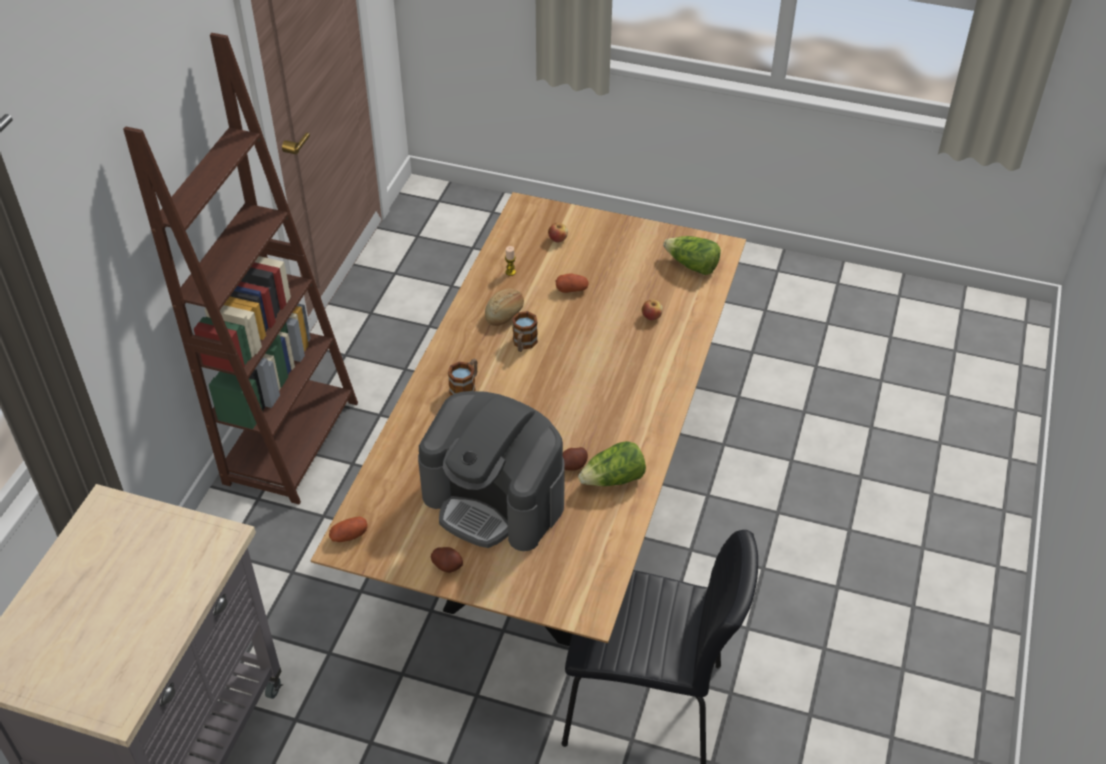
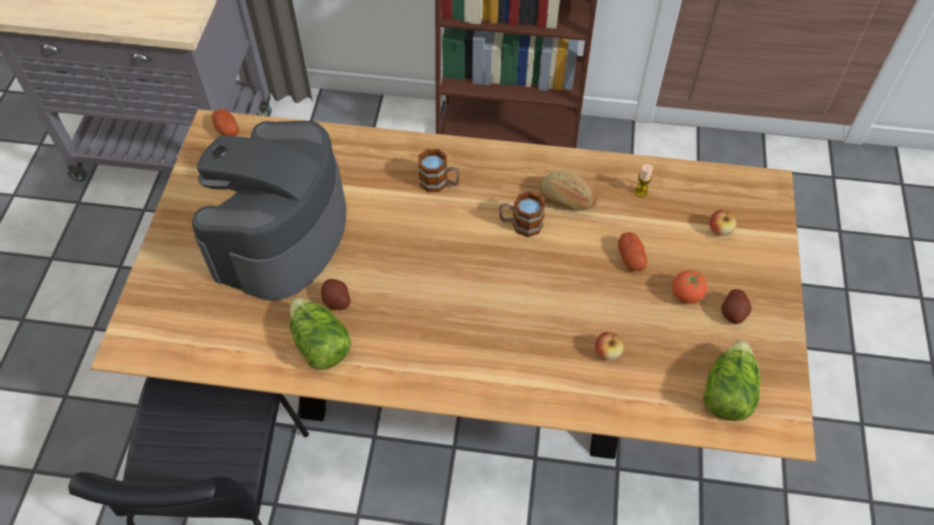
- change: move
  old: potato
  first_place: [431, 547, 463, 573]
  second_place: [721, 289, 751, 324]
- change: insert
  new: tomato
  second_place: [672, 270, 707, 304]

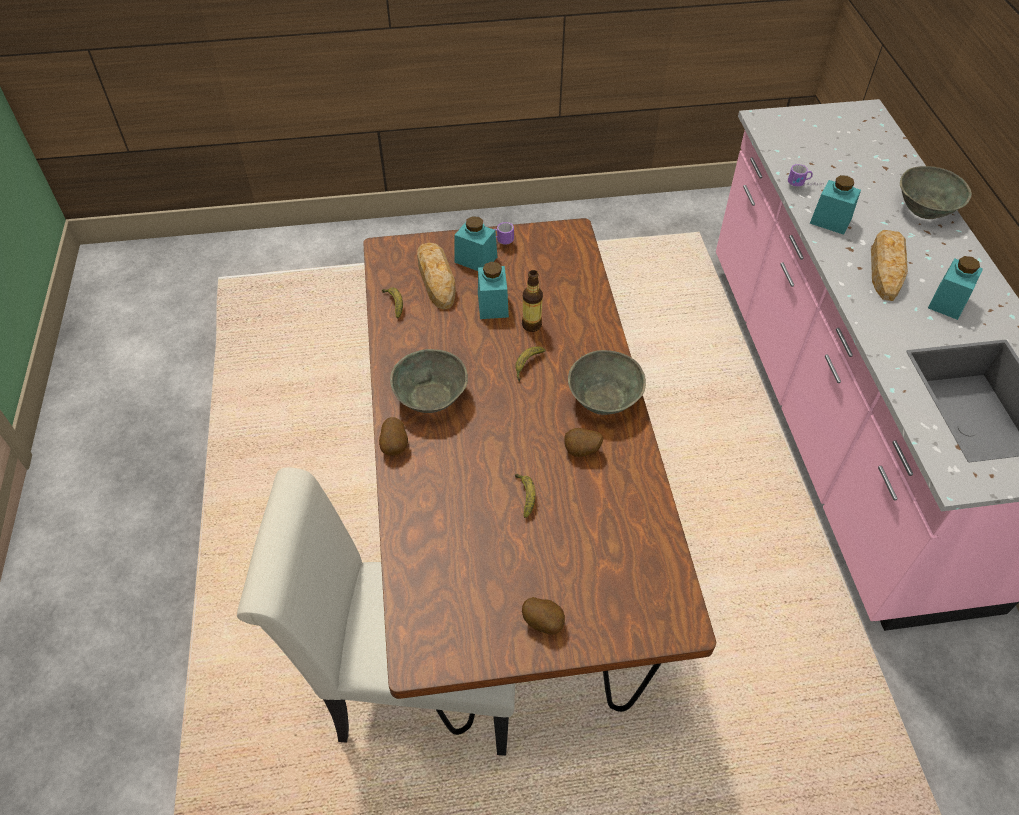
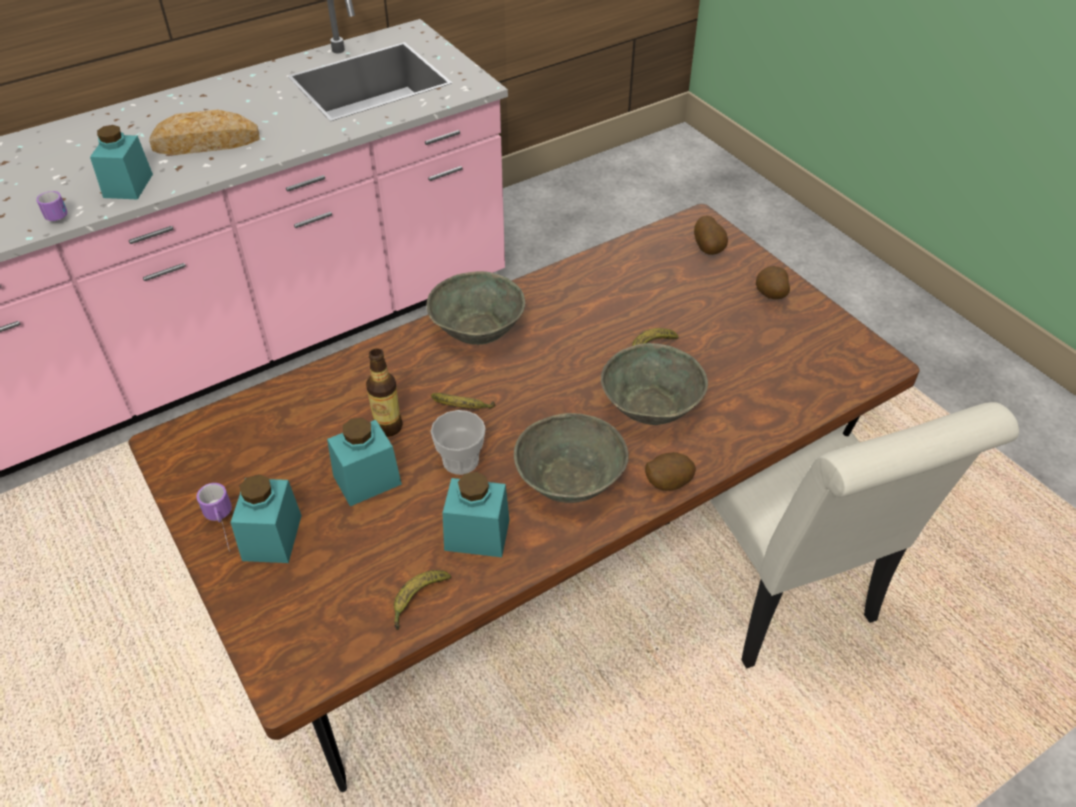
- change: delete
  old: bread
  first_place: [417, 243, 456, 309]
- change: move
  old: potato
  first_place: [564, 428, 603, 457]
  second_place: [694, 215, 728, 255]
- change: move
  old: bowl (greyish)
  first_place: [900, 166, 972, 219]
  second_place: [601, 343, 708, 425]
- change: move
  old: preserve jar (blue-green)
  first_place: [928, 256, 983, 320]
  second_place: [443, 472, 510, 557]
- change: insert
  new: small cup
  second_place: [430, 410, 486, 475]

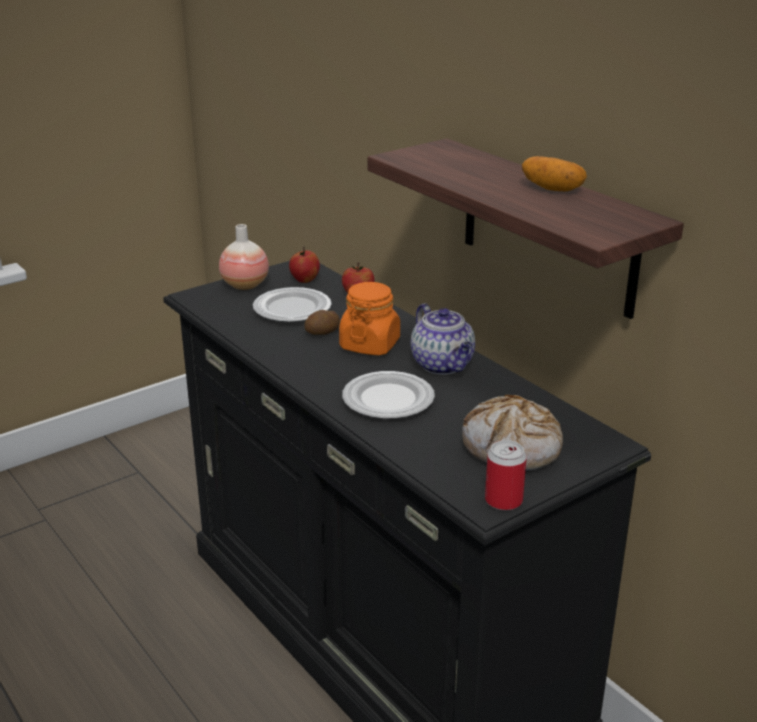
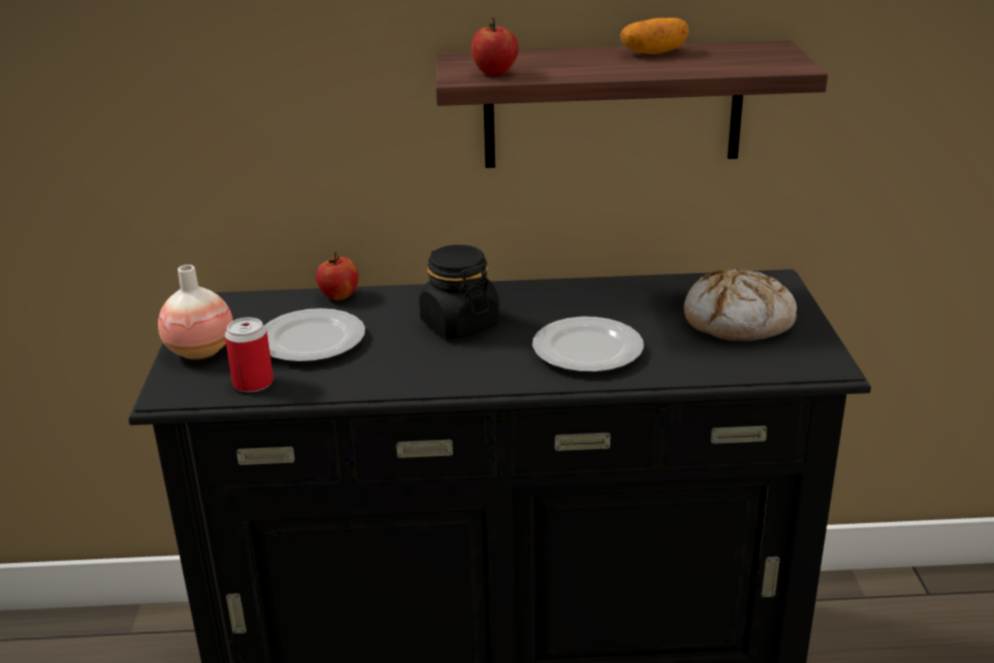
- change: move
  old: apple fruit
  first_place: [289, 247, 320, 283]
  second_place: [471, 17, 519, 76]
- change: delete
  old: potato
  first_place: [304, 310, 340, 335]
- change: recolor
  old: preserve jar (orange)
  new: preserve jar (black-coloured)
  first_place: [339, 282, 400, 356]
  second_place: [419, 245, 499, 339]
- change: delete
  old: pot for tea
  first_place: [411, 303, 475, 375]
- change: move
  old: can
  first_place: [485, 440, 527, 511]
  second_place: [225, 317, 273, 392]

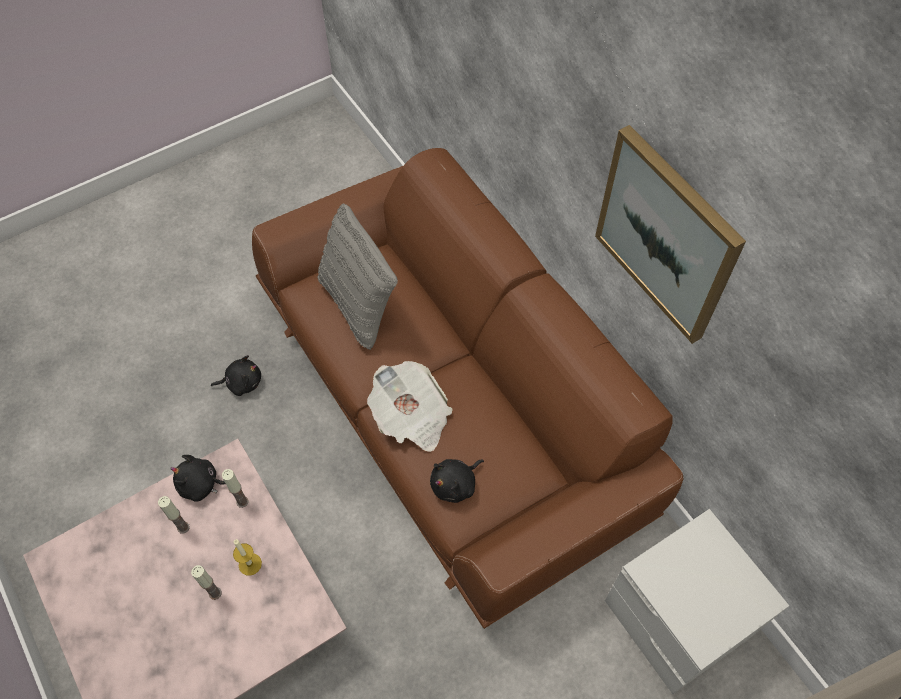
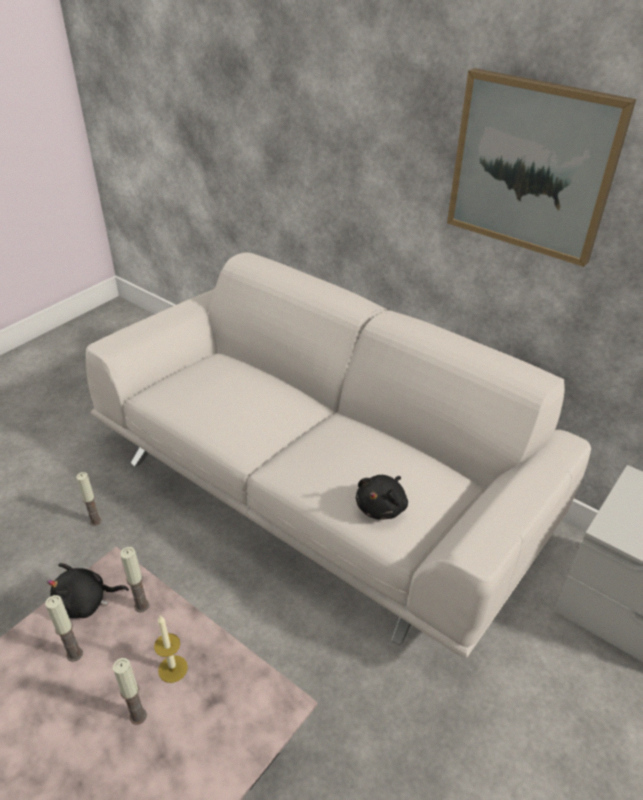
- change: replace
  old: plush toy (black-coloured)
  new: wax light
  first_place: [211, 355, 261, 396]
  second_place: [76, 472, 102, 526]
- change: recolor
  old: sofa (brown-coloured)
  new: sofa (white)
  first_place: [252, 148, 684, 629]
  second_place: [86, 253, 591, 658]
- change: delete
  old: throw pillow (greyish)
  first_place: [318, 203, 398, 350]
- change: delete
  old: newspaper
  first_place: [367, 361, 453, 452]

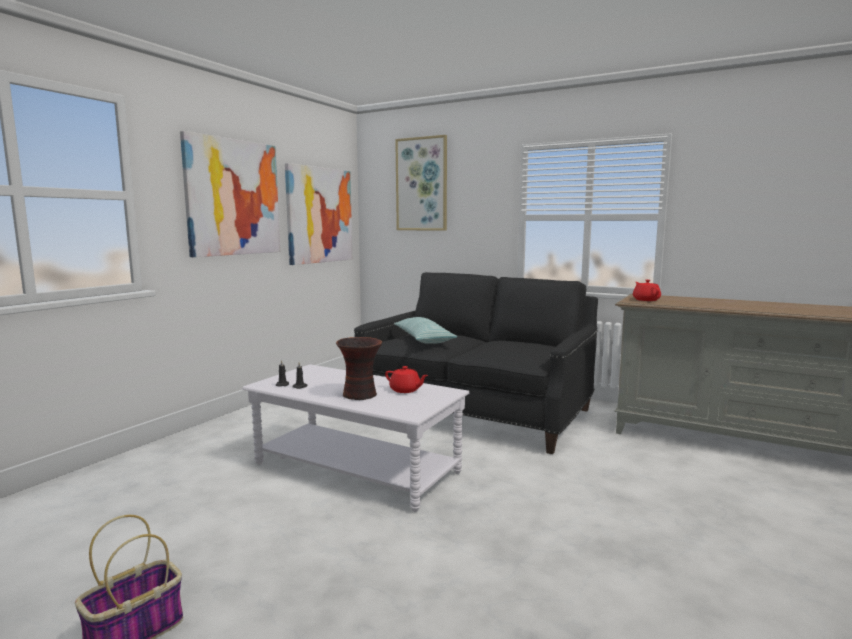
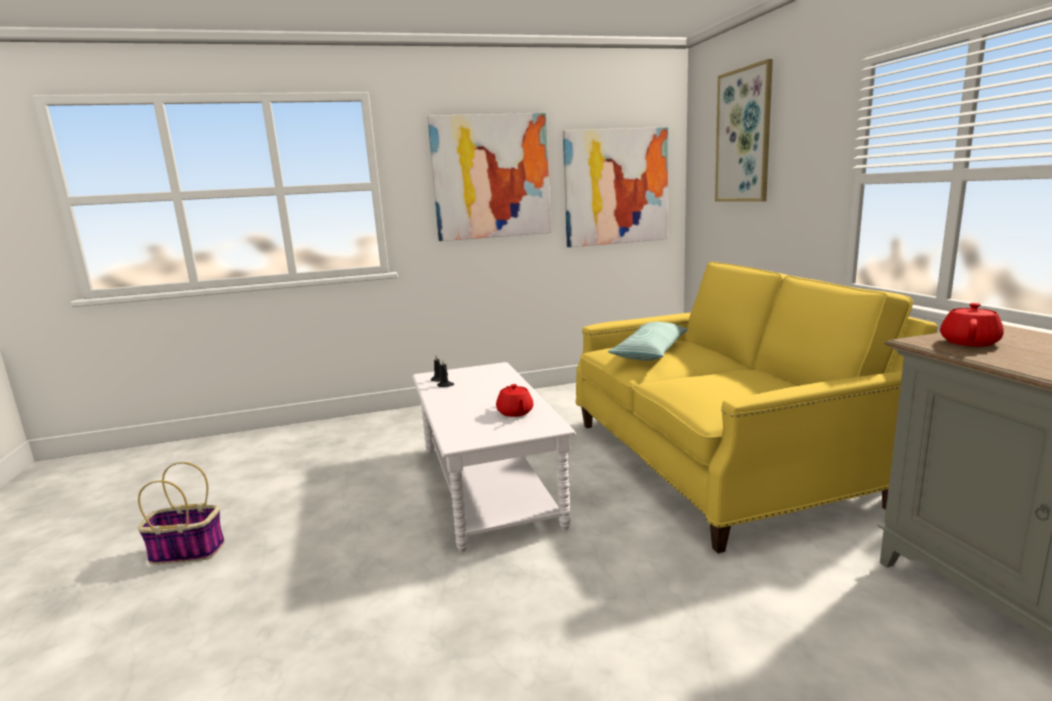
- change: delete
  old: decorative vase
  first_place: [336, 337, 382, 400]
- change: recolor
  old: sofa (black-coloured)
  new: sofa (yellow-coloured)
  first_place: [354, 272, 598, 454]
  second_place: [575, 262, 938, 553]

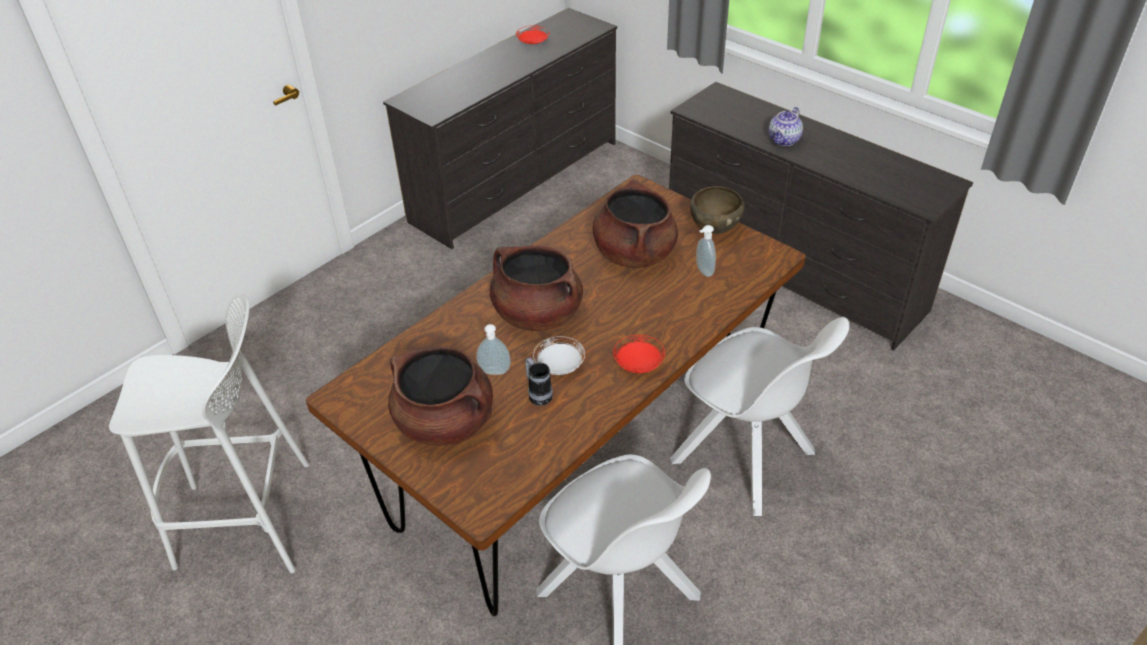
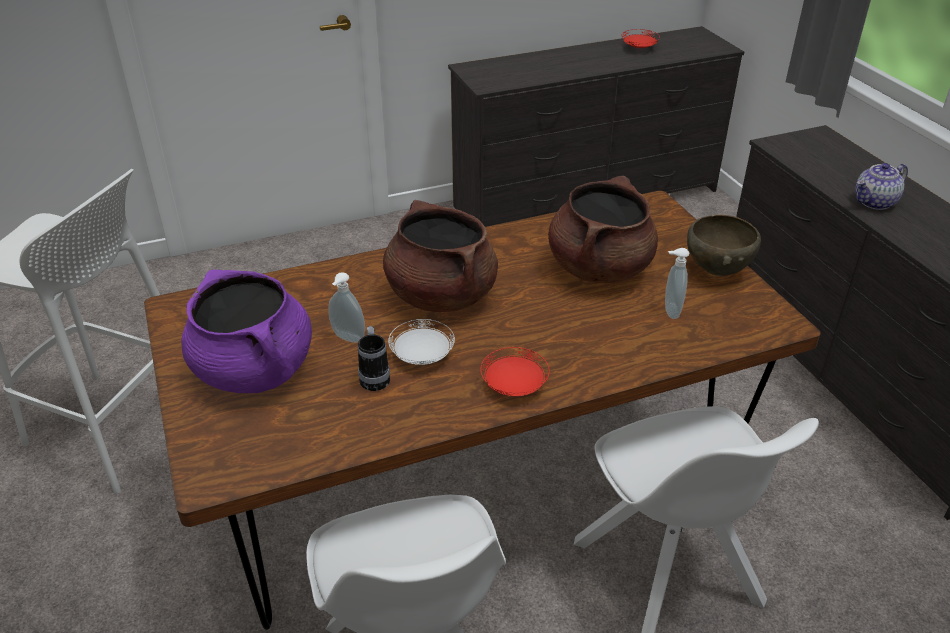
- change: recolor
  old: saucepot (brown-coloured)
  new: saucepot (purplish)
  first_place: [388, 347, 493, 446]
  second_place: [181, 270, 312, 393]

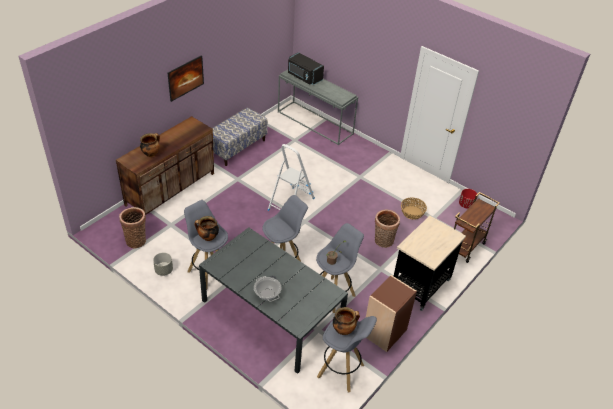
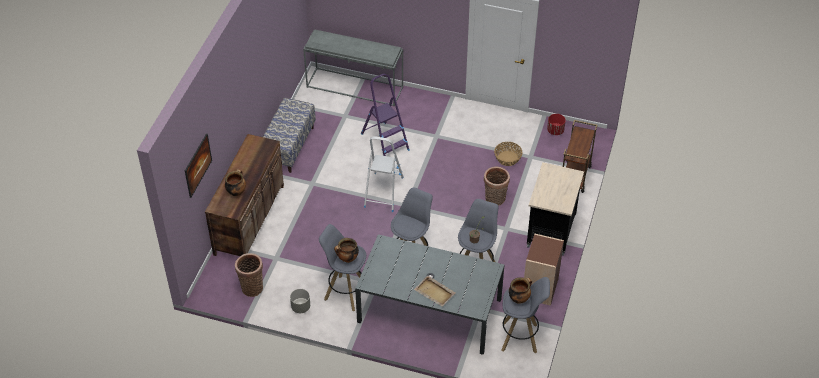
- change: move
  old: wall picture
  first_place: [168, 55, 204, 102]
  second_place: [185, 134, 212, 198]
- change: replace
  old: saucepot
  new: carrying tray (beige)
  first_place: [254, 276, 282, 302]
  second_place: [414, 275, 455, 307]
- change: delete
  old: microwave (black-coloured)
  first_place: [288, 52, 324, 85]
- change: insert
  new: stepladder (purplish)
  second_place: [361, 74, 410, 156]

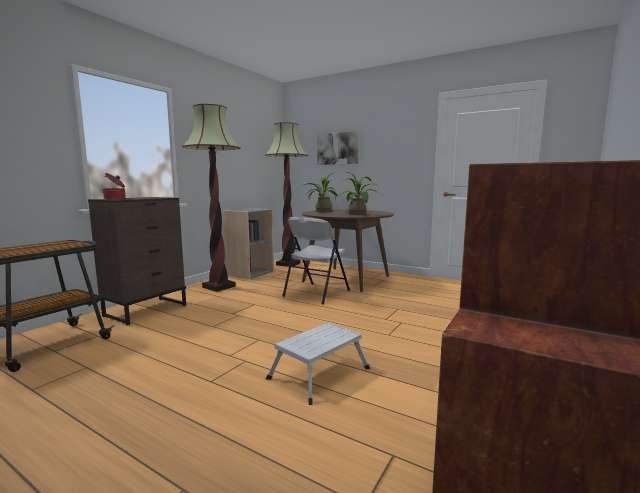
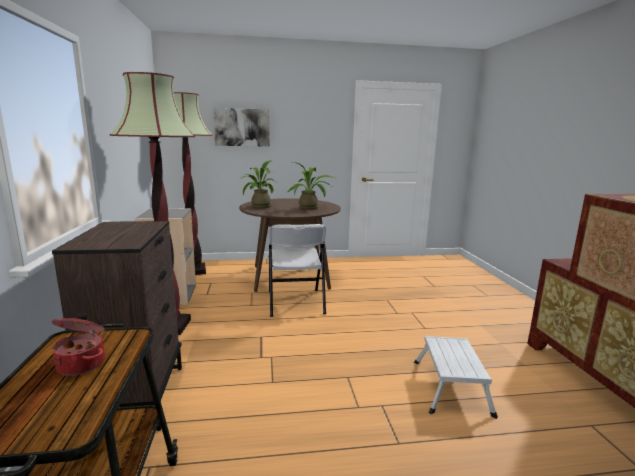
- change: move
  old: saucepot
  first_place: [102, 173, 126, 200]
  second_place: [52, 313, 105, 376]

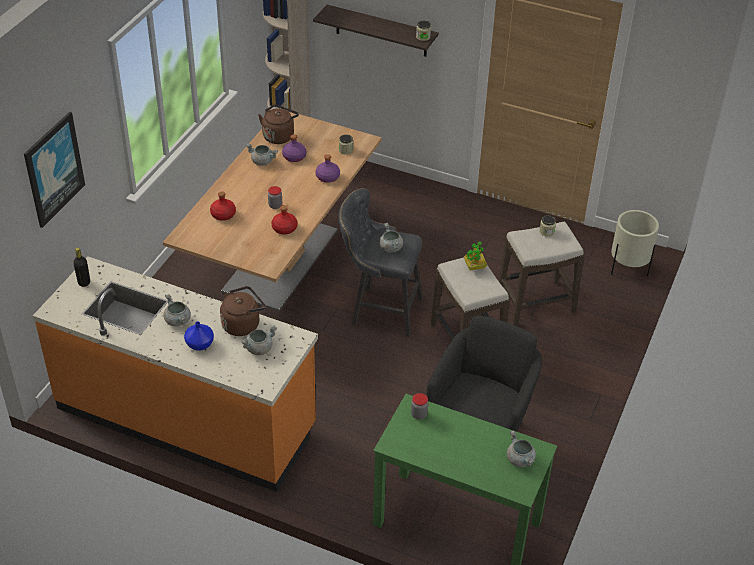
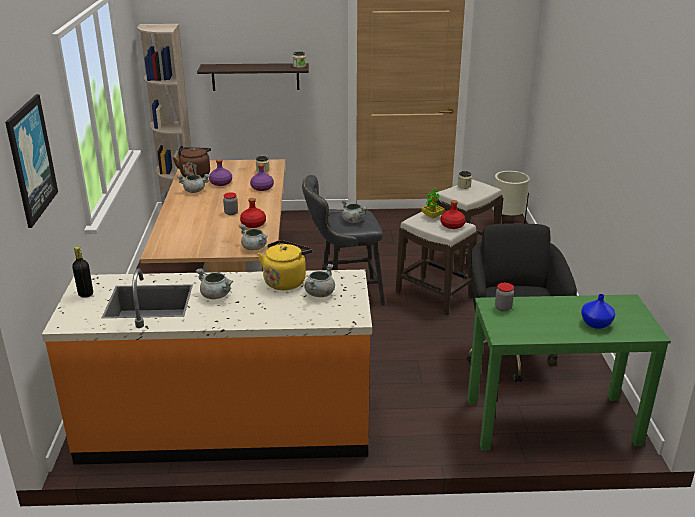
- change: move
  old: decorative vase (bluish)
  first_place: [184, 322, 214, 351]
  second_place: [581, 294, 615, 329]
- change: move
  old: beverage bottle (red)
  first_place: [210, 192, 236, 221]
  second_place: [441, 200, 466, 229]
- change: recolor
  old: kettle (brown-coloured)
  new: kettle (yellow-coloured)
  first_place: [220, 286, 266, 336]
  second_place: [258, 240, 312, 290]
- change: move
  old: saucepot (greyish)
  first_place: [507, 430, 536, 467]
  second_place: [239, 224, 268, 250]

